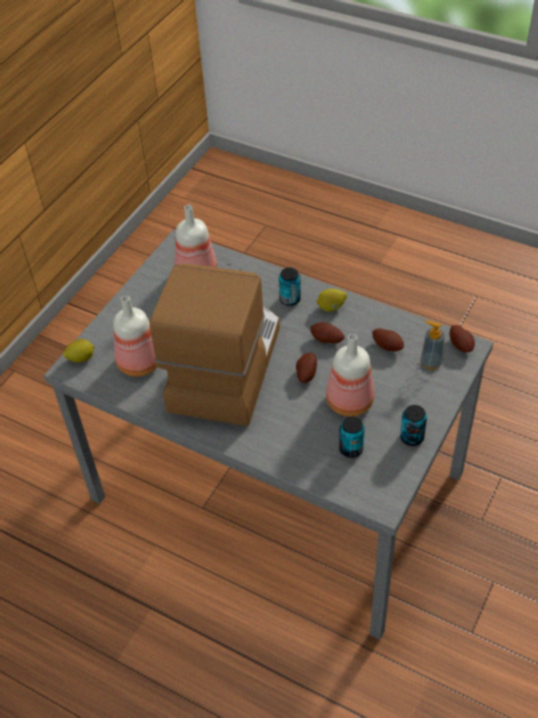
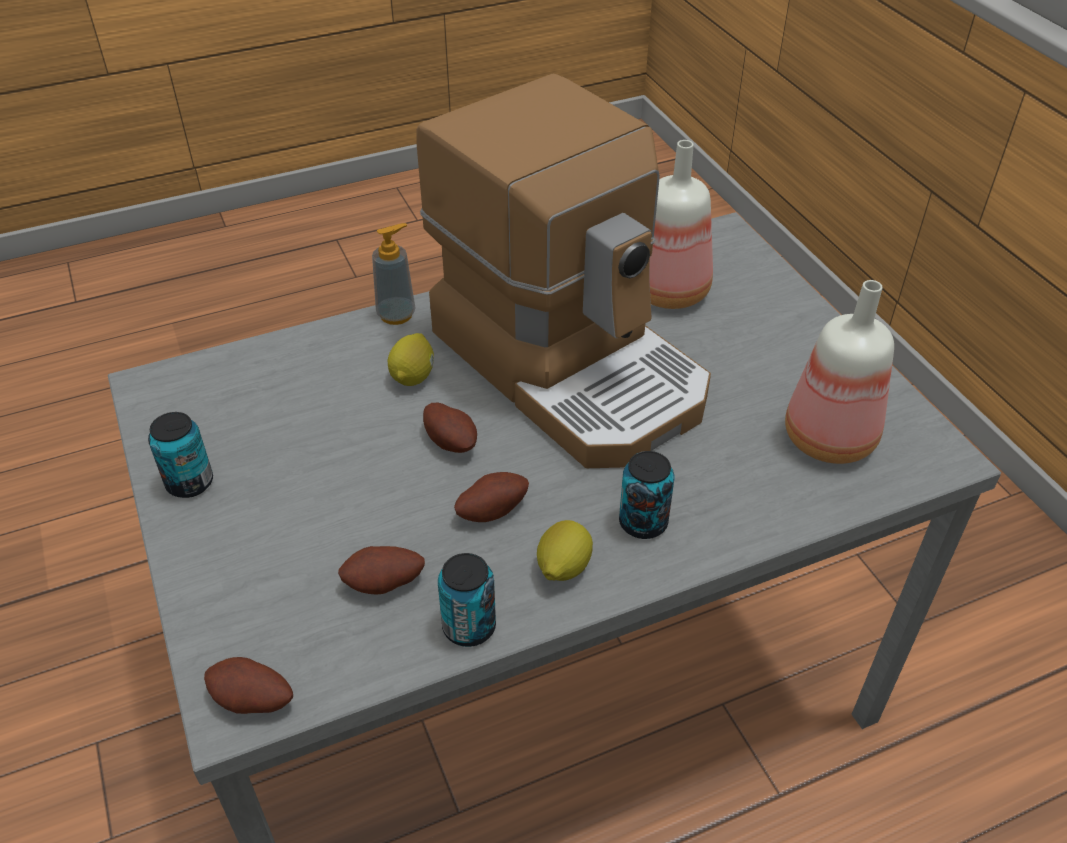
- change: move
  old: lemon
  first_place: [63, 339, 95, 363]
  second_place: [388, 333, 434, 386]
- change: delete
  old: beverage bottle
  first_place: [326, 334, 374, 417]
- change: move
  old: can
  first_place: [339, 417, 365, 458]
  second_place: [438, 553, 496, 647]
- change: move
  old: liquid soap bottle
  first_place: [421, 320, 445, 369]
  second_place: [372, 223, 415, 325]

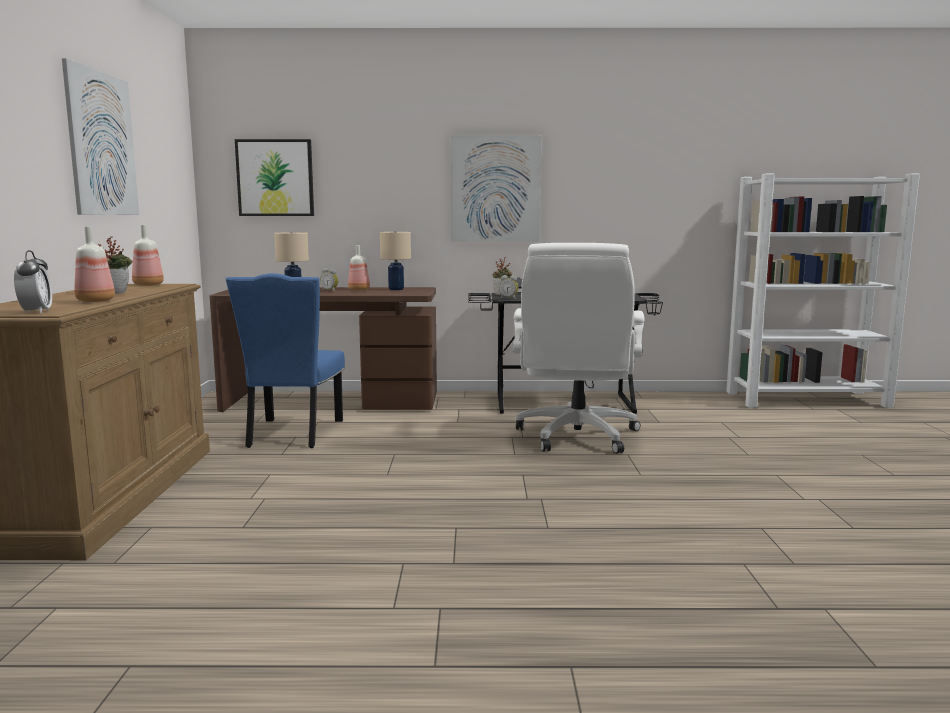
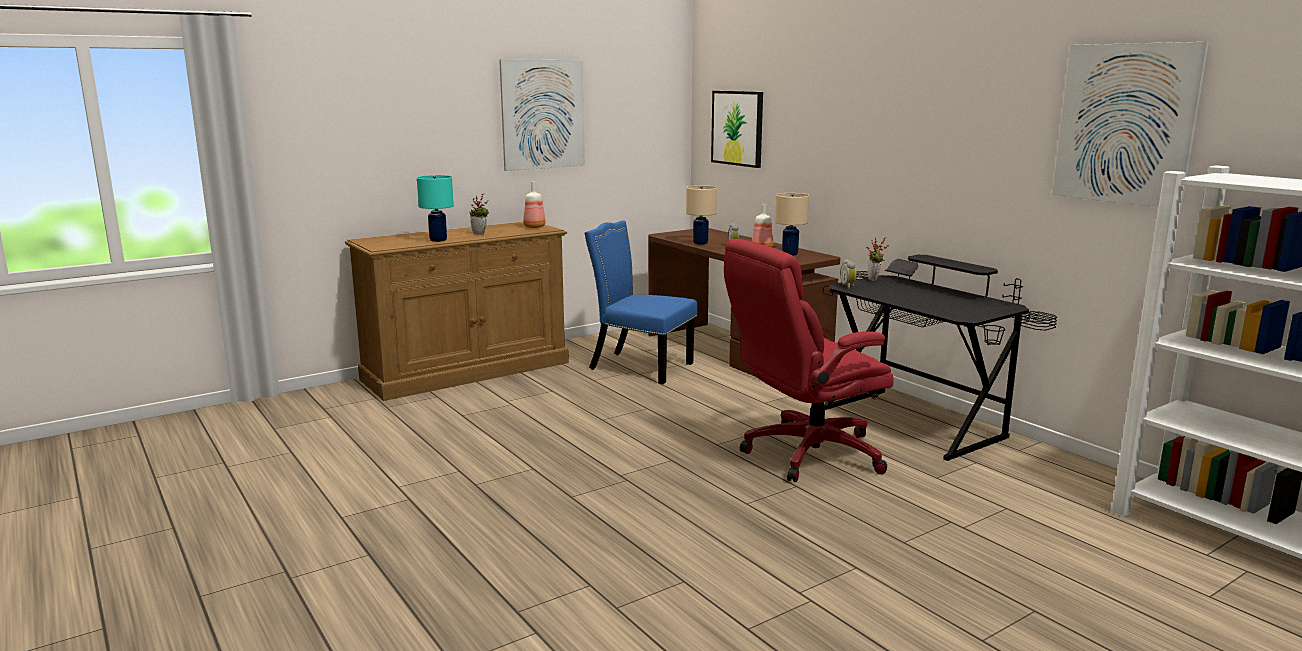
- change: delete
  old: bedside clock
  first_place: [14, 250, 52, 314]
- change: replace
  old: beverage bottle
  new: lamp for a table (blue-green)
  first_place: [74, 227, 115, 302]
  second_place: [417, 175, 454, 242]
- change: rotate
  old: upright chair (bluish)
  first_place: [226, 273, 345, 448]
  second_place: [584, 220, 697, 384]
  degrees: 60
- change: move
  old: wall picture
  first_place: [451, 135, 541, 242]
  second_place: [1052, 42, 1209, 210]
- change: recolor
  old: desk chair (white)
  new: desk chair (red)
  first_place: [513, 243, 645, 454]
  second_place: [724, 239, 894, 482]

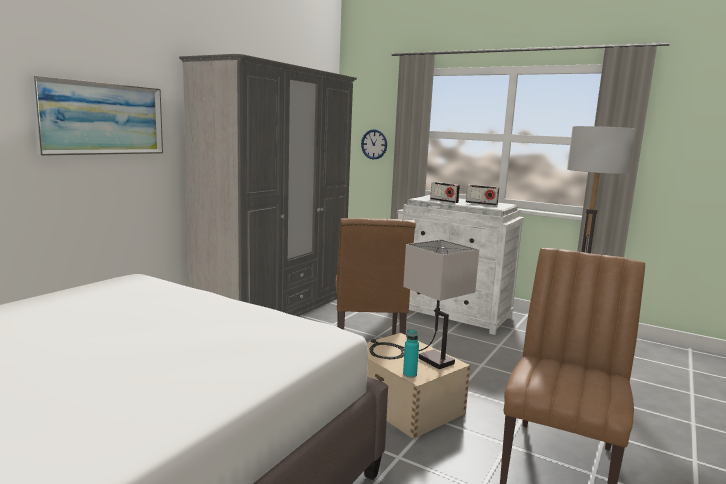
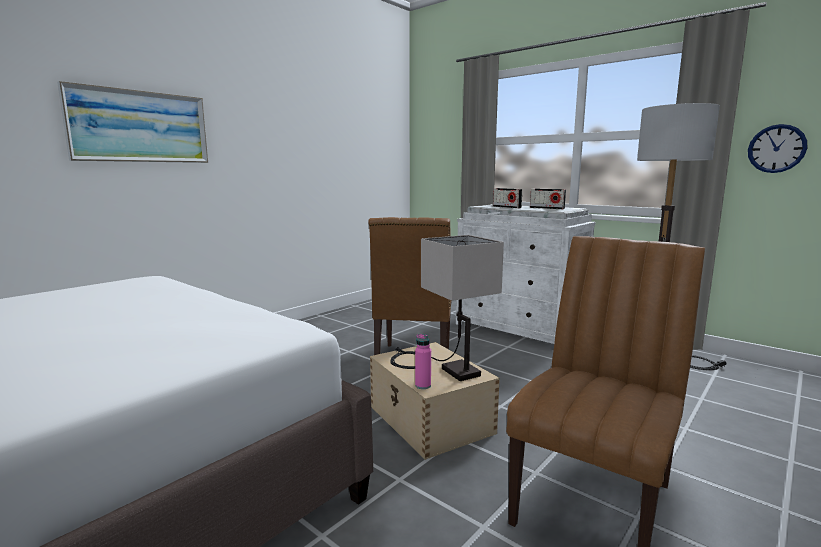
- change: delete
  old: clothes cupboard (greyish)
  first_place: [179, 54, 357, 316]
- change: move
  old: hanging clock
  first_place: [361, 129, 387, 160]
  second_place: [748, 124, 807, 173]
- change: recolor
  old: beverage bottle (blue-green)
  new: beverage bottle (pink-coloured)
  first_place: [403, 330, 419, 378]
  second_place: [415, 334, 431, 389]

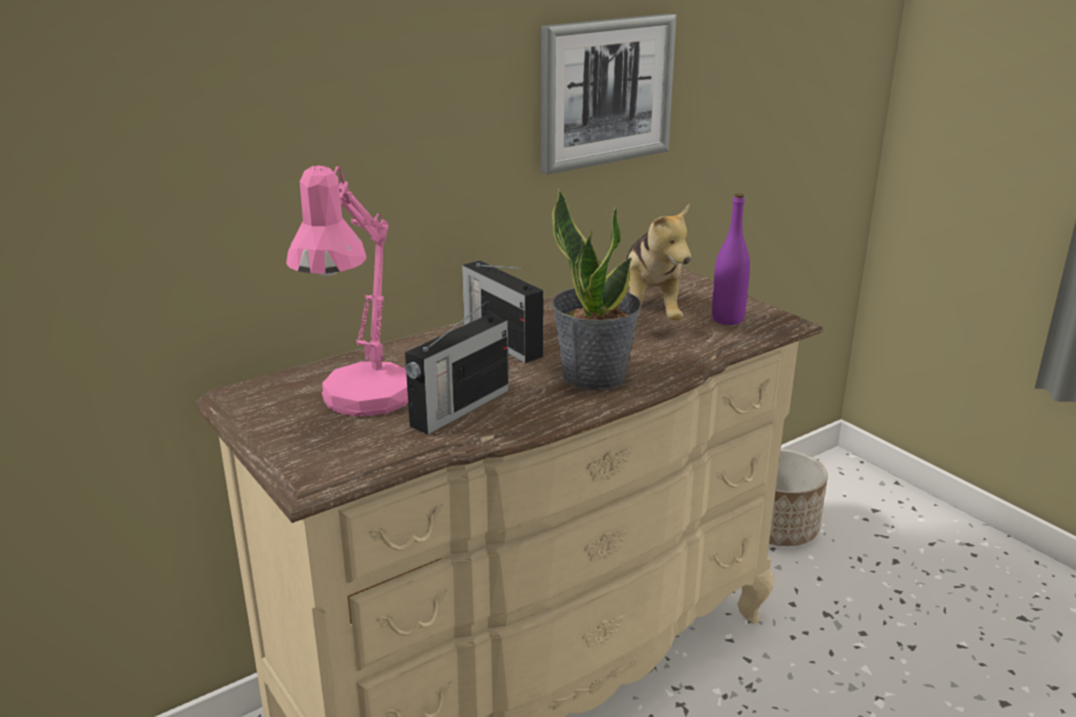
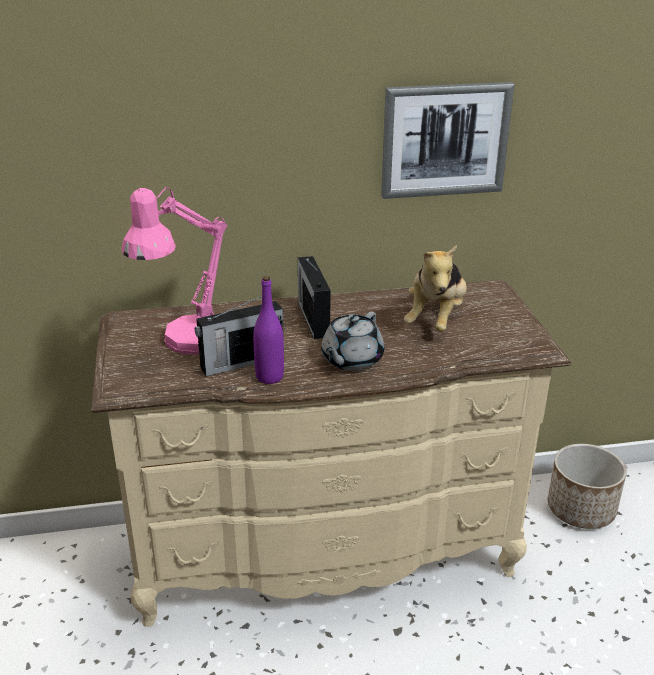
- change: replace
  old: houseplant
  new: pot for tea (greyish)
  first_place: [552, 189, 641, 390]
  second_place: [321, 312, 384, 371]
- change: move
  old: beverage bottle (purplish)
  first_place: [712, 193, 750, 325]
  second_place: [253, 276, 284, 384]

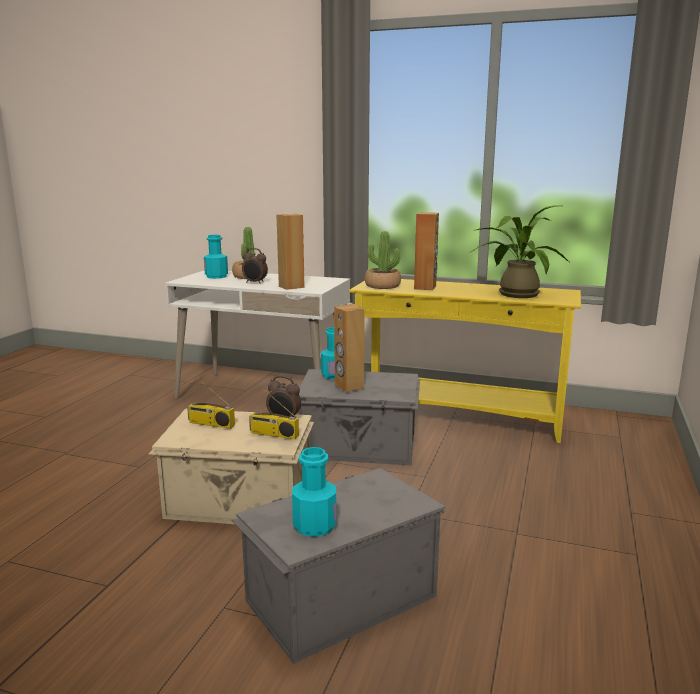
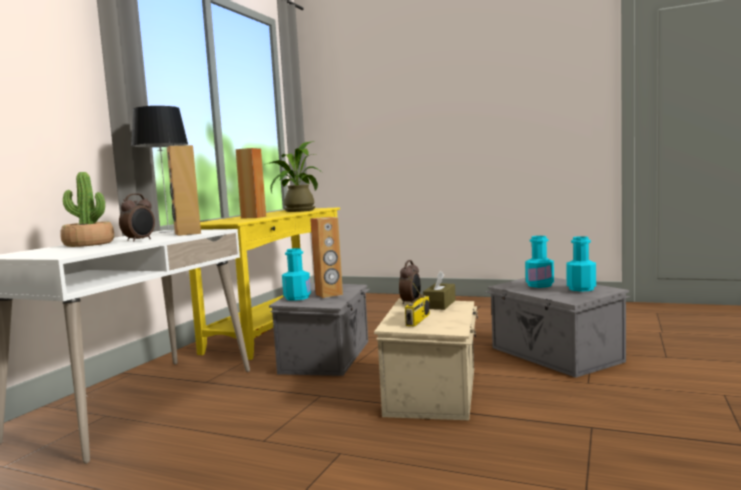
- change: move
  old: beverage bottle (blue-green)
  first_place: [204, 235, 228, 279]
  second_place: [525, 236, 554, 288]
- change: replace
  old: radio
  new: tissue holder (brown-coloured)
  first_place: [249, 386, 299, 439]
  second_place: [423, 271, 456, 310]
- change: delete
  old: houseplant
  first_place: [365, 231, 401, 289]
- change: insert
  new: lamp for a table
  second_place: [131, 106, 188, 233]

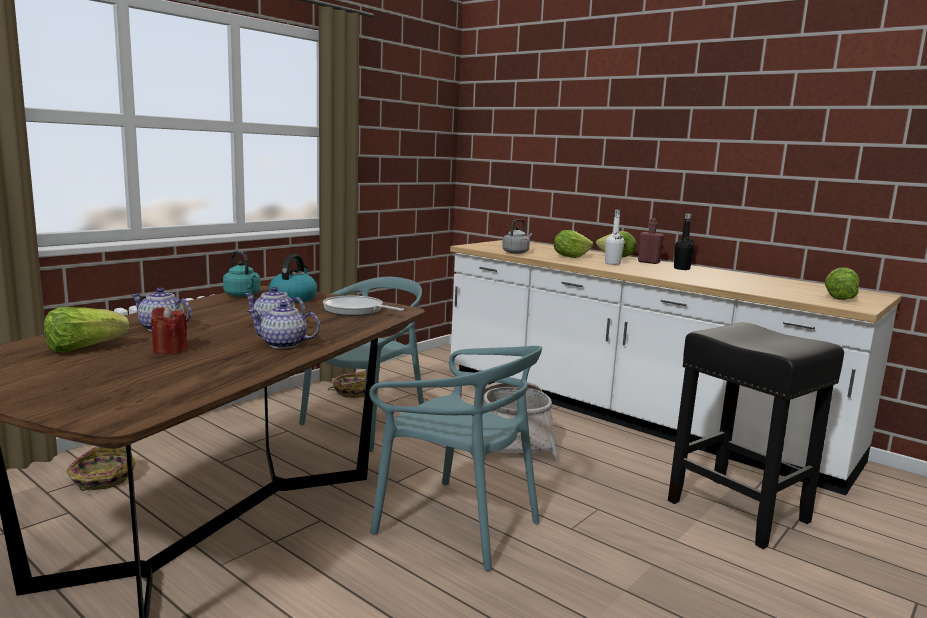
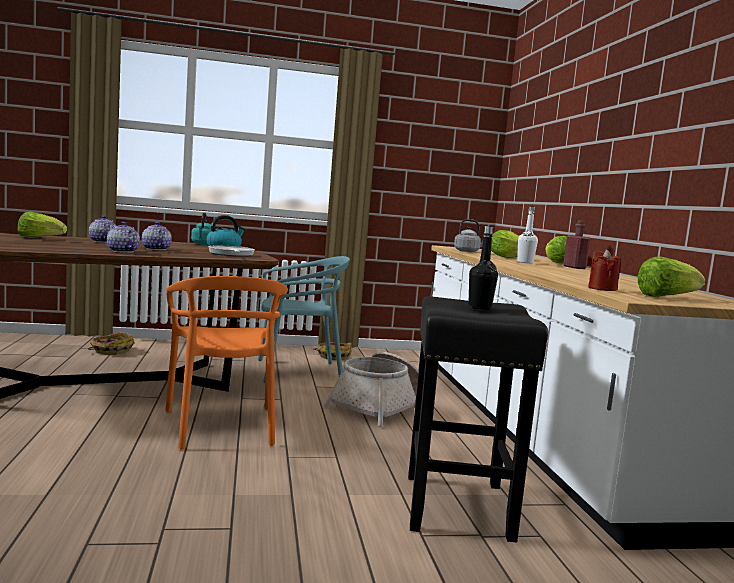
- change: move
  old: wax light (red)
  first_place: [151, 306, 188, 355]
  second_place: [588, 249, 621, 291]
- change: recolor
  old: upright chair (blue-green)
  new: upright chair (orange)
  first_place: [369, 346, 542, 571]
  second_place: [165, 276, 288, 450]
- change: move
  old: beverage bottle (black-coloured)
  first_place: [674, 213, 694, 270]
  second_place: [468, 226, 498, 310]

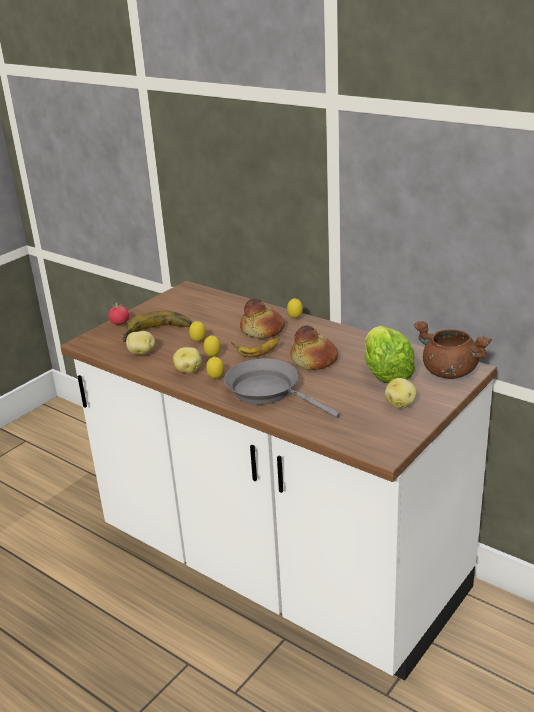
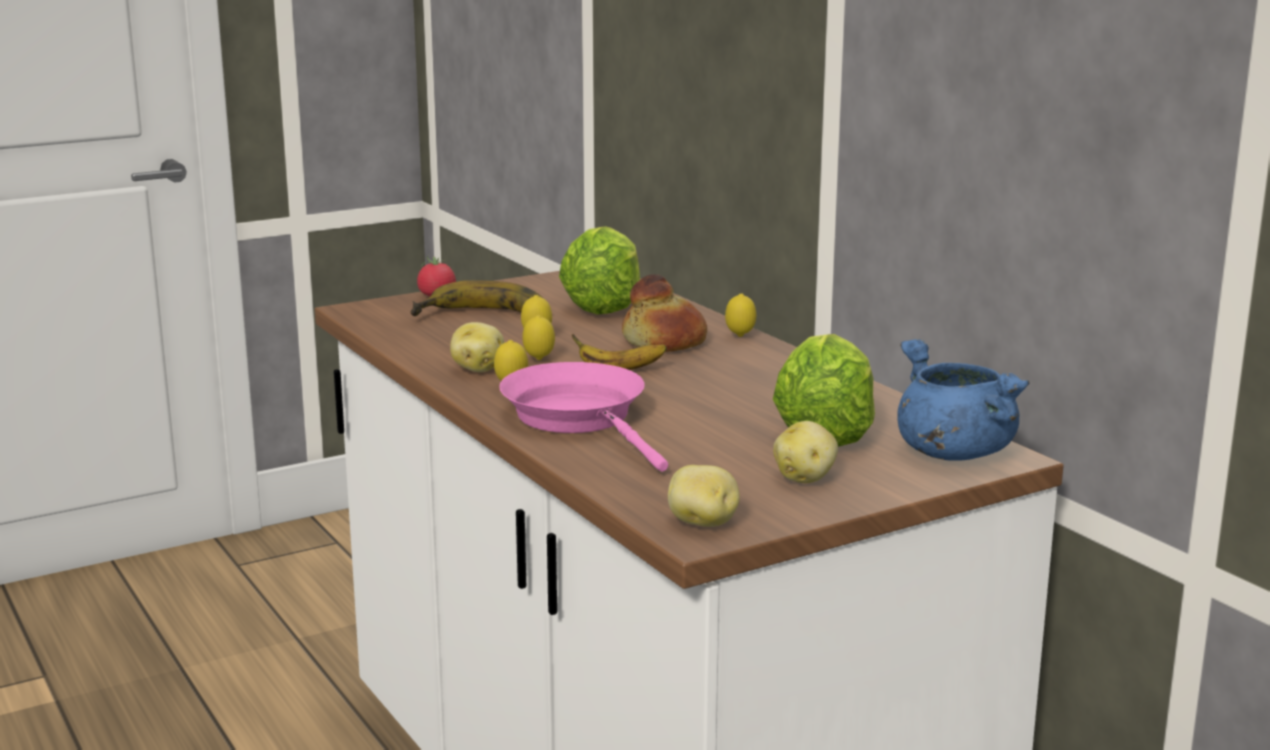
- change: move
  old: potato
  first_place: [126, 331, 155, 355]
  second_place: [668, 465, 740, 527]
- change: recolor
  old: pan (greyish)
  new: pan (pink-coloured)
  first_place: [224, 359, 340, 418]
  second_place: [499, 362, 668, 472]
- change: delete
  old: bread
  first_place: [290, 325, 338, 370]
- change: recolor
  old: saucepot (brown-coloured)
  new: saucepot (bluish)
  first_place: [414, 321, 492, 379]
  second_place: [897, 339, 1029, 461]
- change: insert
  new: lettuce head
  second_place: [559, 226, 640, 315]

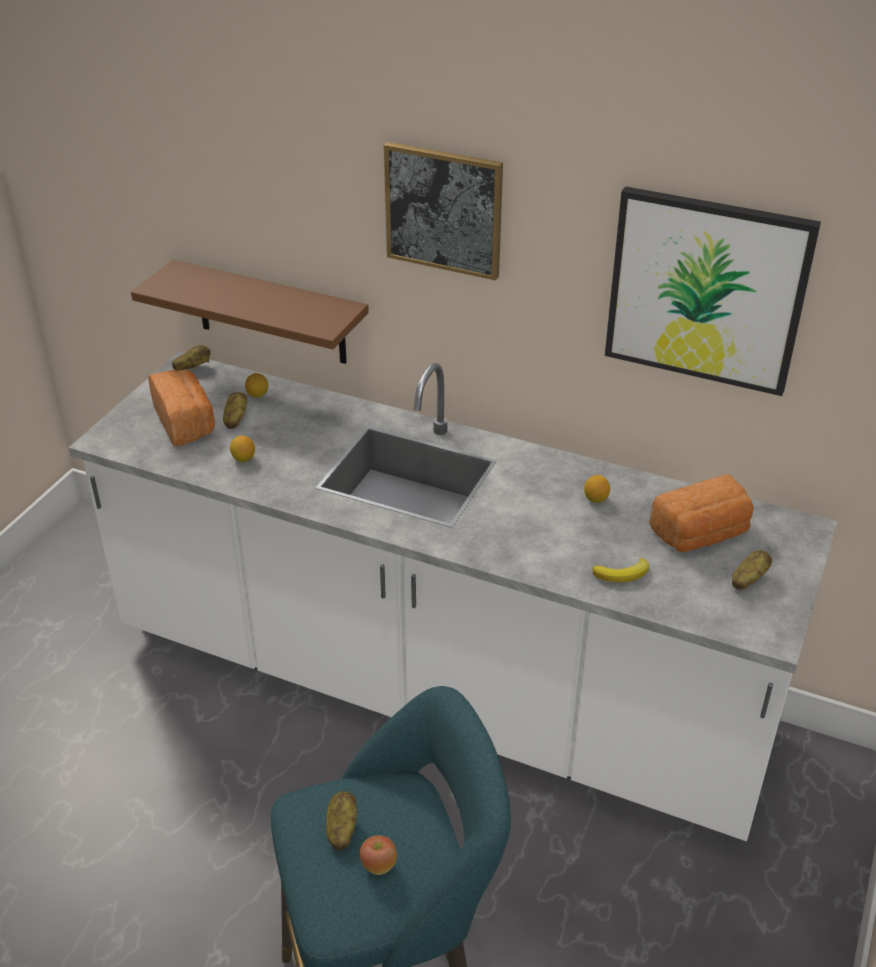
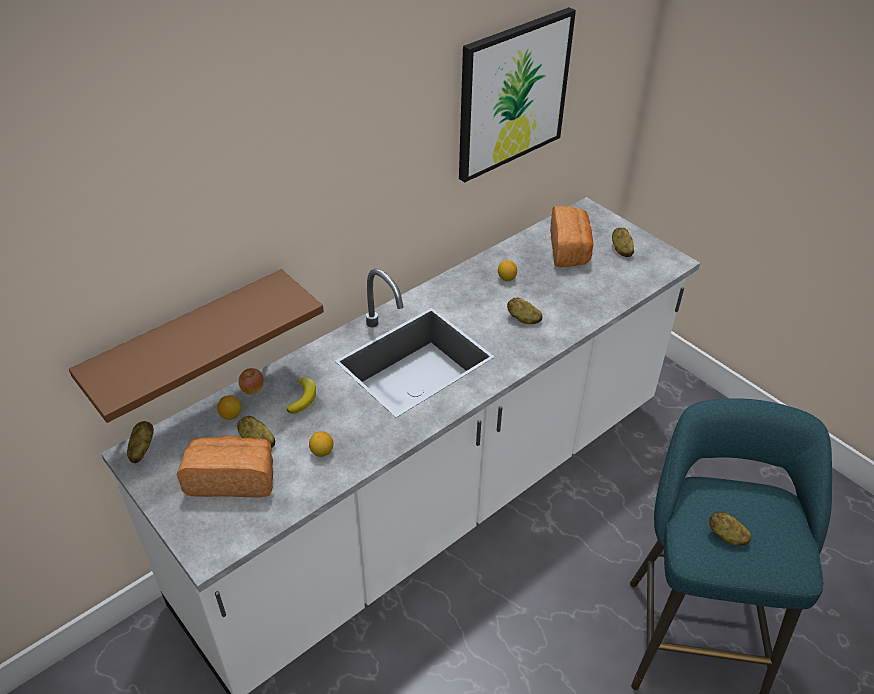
- change: move
  old: apple fruit
  first_place: [360, 836, 397, 875]
  second_place: [239, 368, 264, 395]
- change: delete
  old: wall picture
  first_place: [384, 142, 503, 280]
- change: move
  old: banana fruit
  first_place: [593, 558, 649, 582]
  second_place: [287, 378, 316, 414]
- change: insert
  new: potato
  second_place: [507, 298, 542, 324]

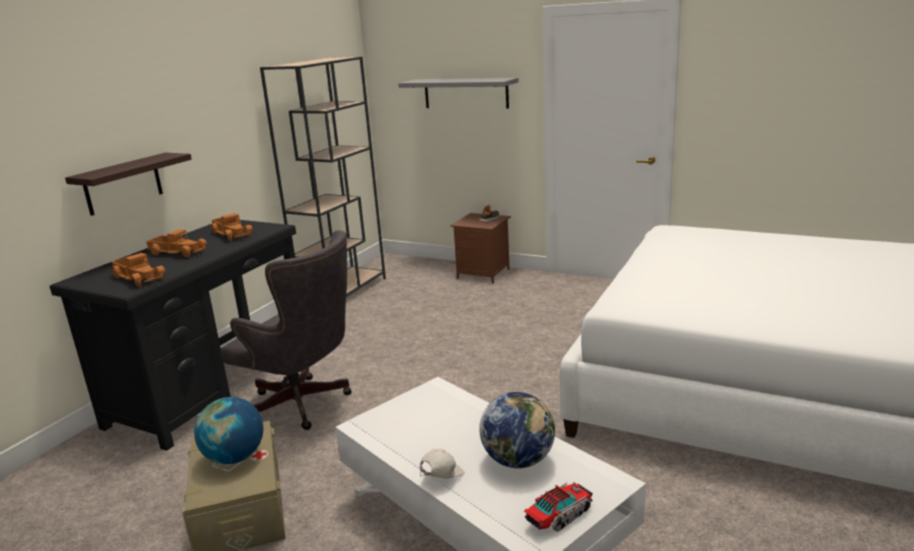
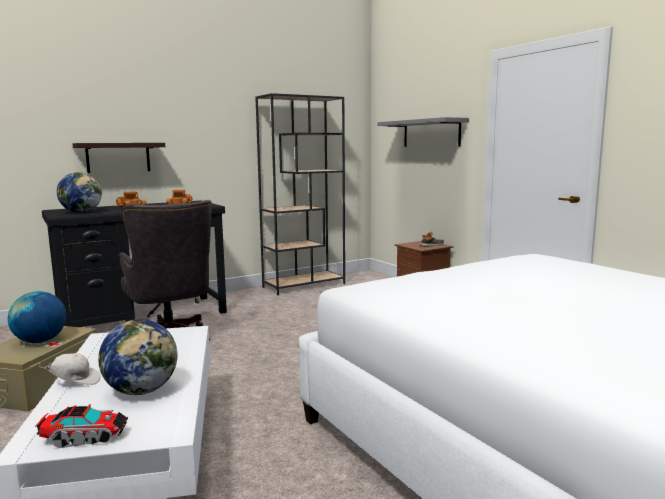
- change: replace
  old: toy lorry
  new: desk globe
  first_place: [111, 253, 166, 286]
  second_place: [57, 172, 102, 213]

